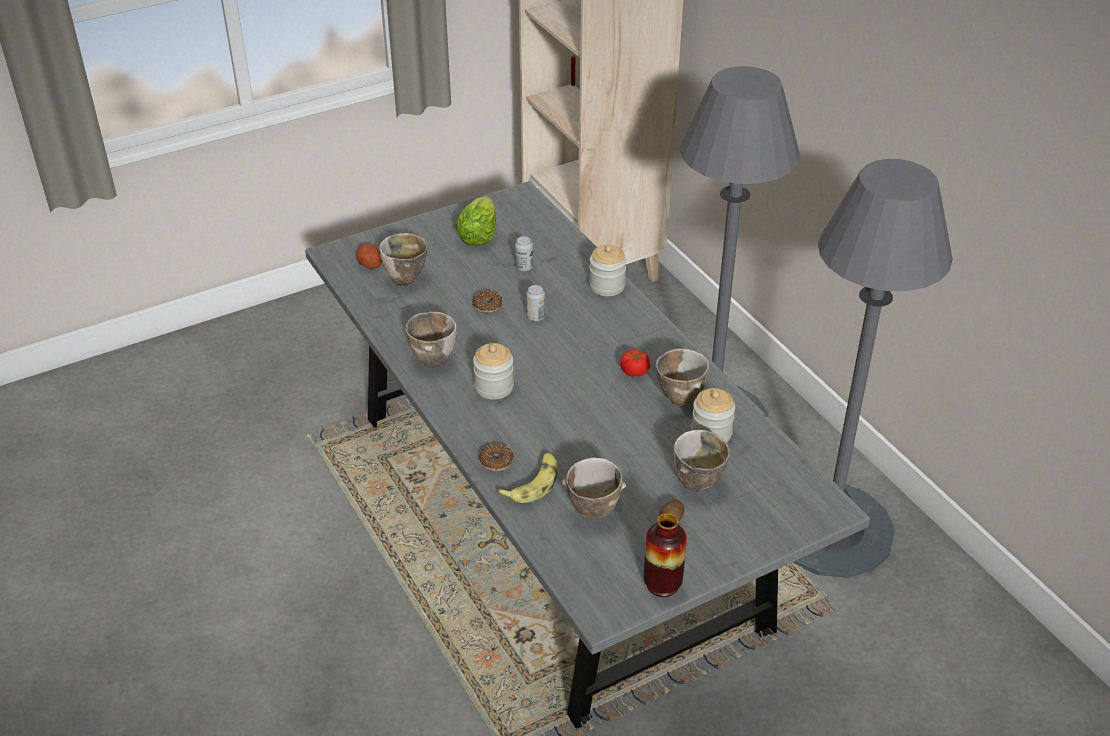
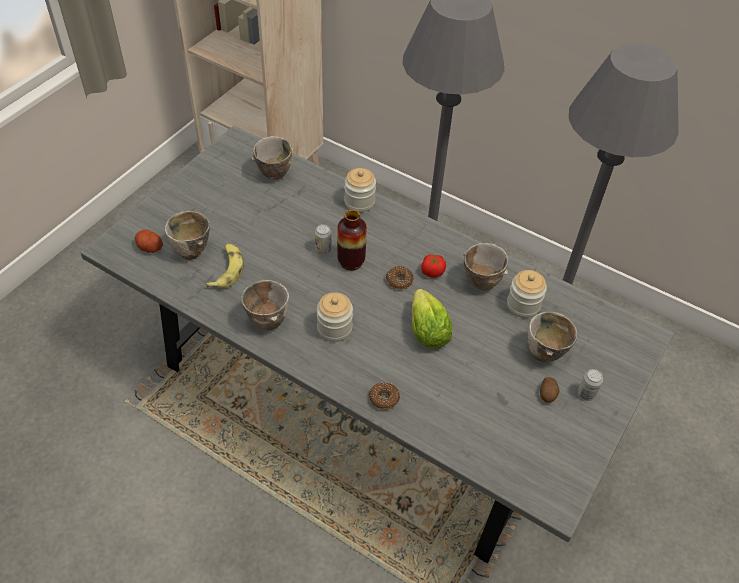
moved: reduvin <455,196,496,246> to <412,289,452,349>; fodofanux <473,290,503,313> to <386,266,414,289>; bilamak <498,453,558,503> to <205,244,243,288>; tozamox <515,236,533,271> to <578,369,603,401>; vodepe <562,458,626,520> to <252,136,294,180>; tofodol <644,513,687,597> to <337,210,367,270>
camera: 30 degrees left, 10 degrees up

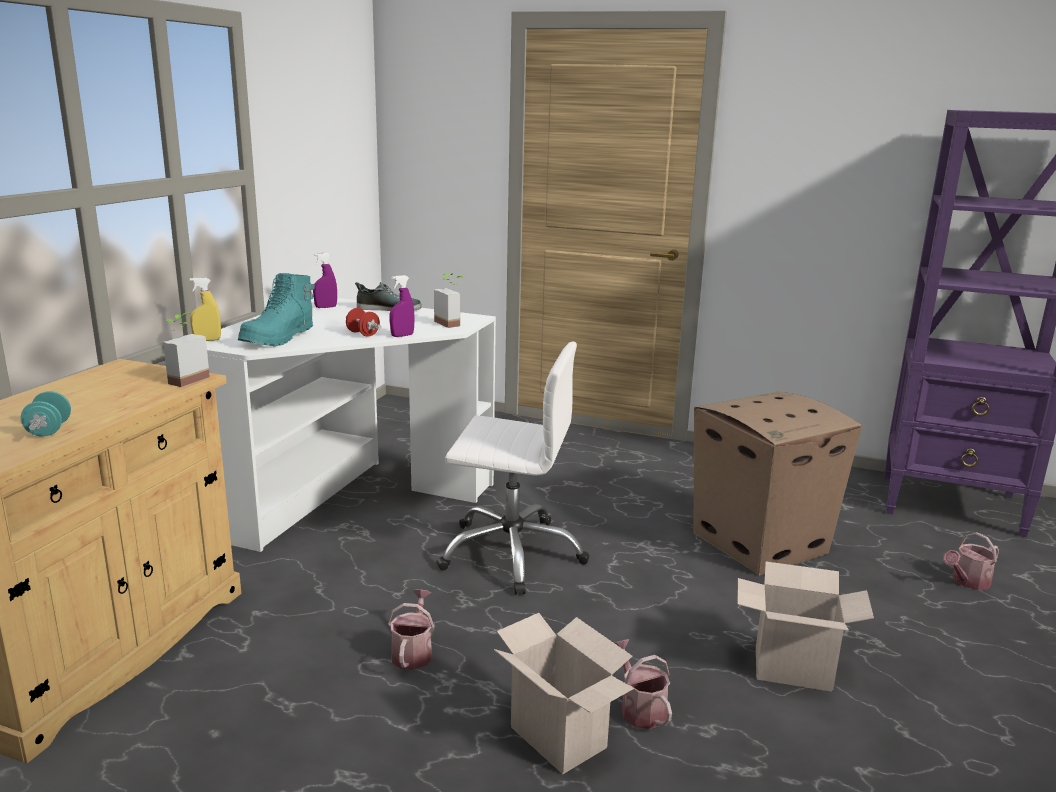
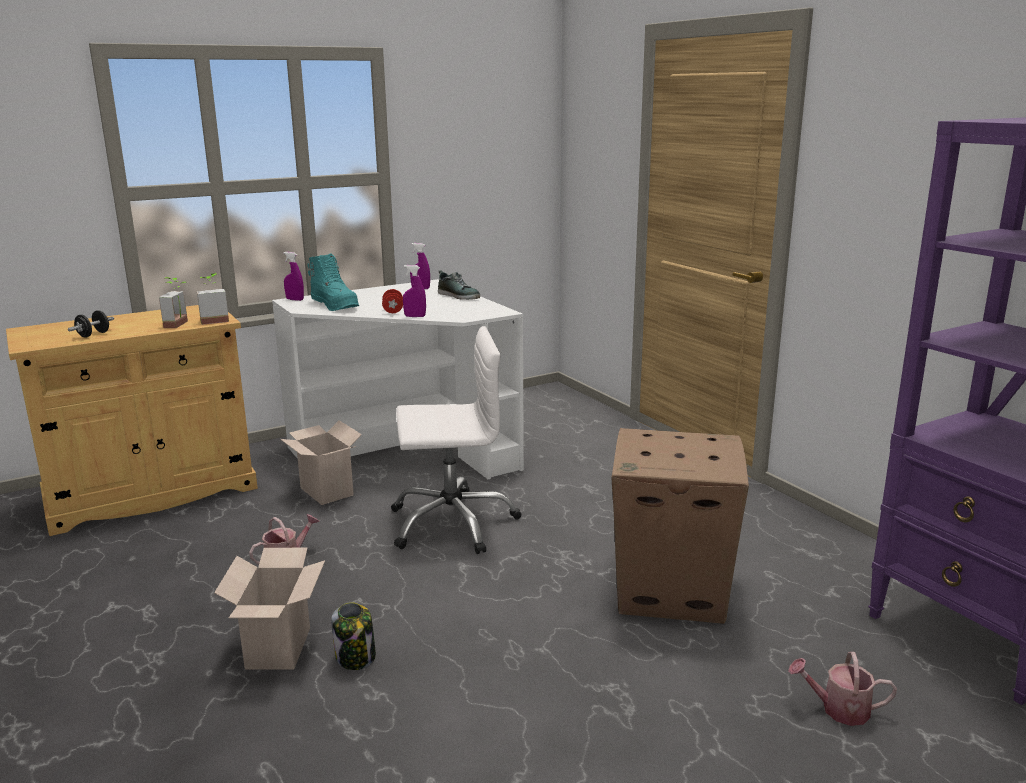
moved: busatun <434,274,464,328> to <159,277,188,328>; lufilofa <738,562,874,692> to <280,420,362,505>
replaced: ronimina <615,639,672,729> to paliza <331,602,376,670>
recoloured: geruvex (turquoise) <21,391,71,437> to geruvex (black) <68,310,114,338>; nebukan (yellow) <190,277,221,341> to nebukan (purple) <283,252,304,301>
turned: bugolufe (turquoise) <237,273,315,347> = <307,253,359,311> 105 degrees counterclockwise; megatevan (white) <436,342,589,595> = <391,326,522,554> 60 degrees counterclockwise
camera: 40 degrees right, 0 degrees up

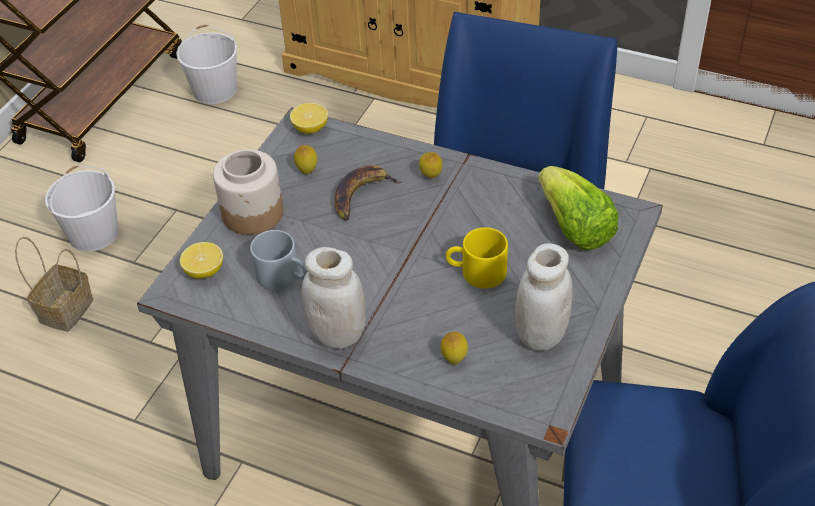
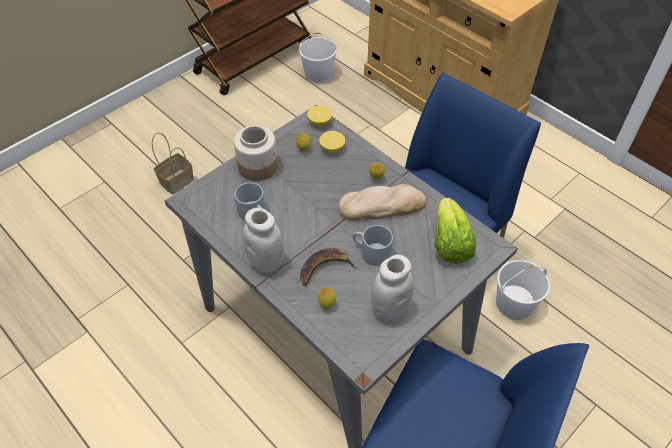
added: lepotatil <339,184,426,220>
moved: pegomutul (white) <45,165,119,252> to <496,260,550,320>; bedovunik <180,242,223,279> to <319,131,345,153>; bilamak <334,165,402,220> to <300,248,356,286>
recoloured: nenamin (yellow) <446,227,508,289> to nenamin (grey) <353,225,393,266>
camera: 20 degrees right, 5 degrees up

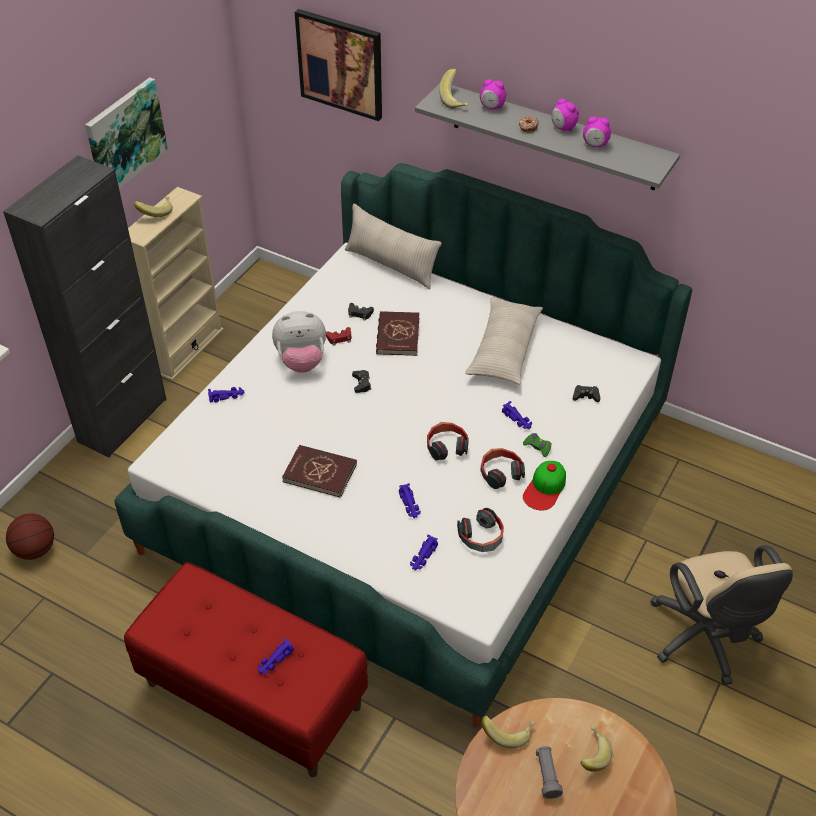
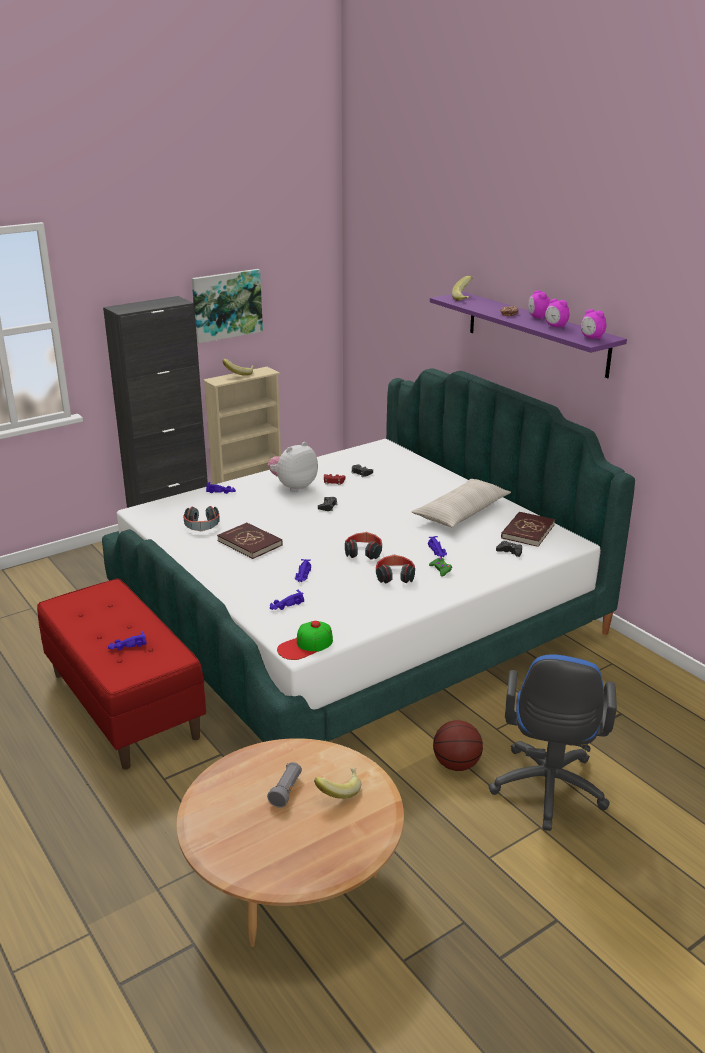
removed: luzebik <295,9,382,121>; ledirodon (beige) <345,204,442,289>; bilamak <482,716,535,748>
moved: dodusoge <6,514,54,560> to <433,720,483,771>; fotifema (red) <376,311,420,356> to <501,511,555,547>; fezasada <457,508,504,552> to <183,506,220,531>; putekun <480,79,506,110> to <581,309,606,339>; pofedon <523,461,566,511> to <277,621,333,660>
recoloured: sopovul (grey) <415,83,680,190> to sopovul (purple) <430,292,627,378>; megatevan (beige) <651,545,793,685> to megatevan (blue) <488,654,617,831>
turned: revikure <272,311,326,373> = <268,442,318,492> 120 degrees clockwise
camera: 25 degrees right, 20 degrees down

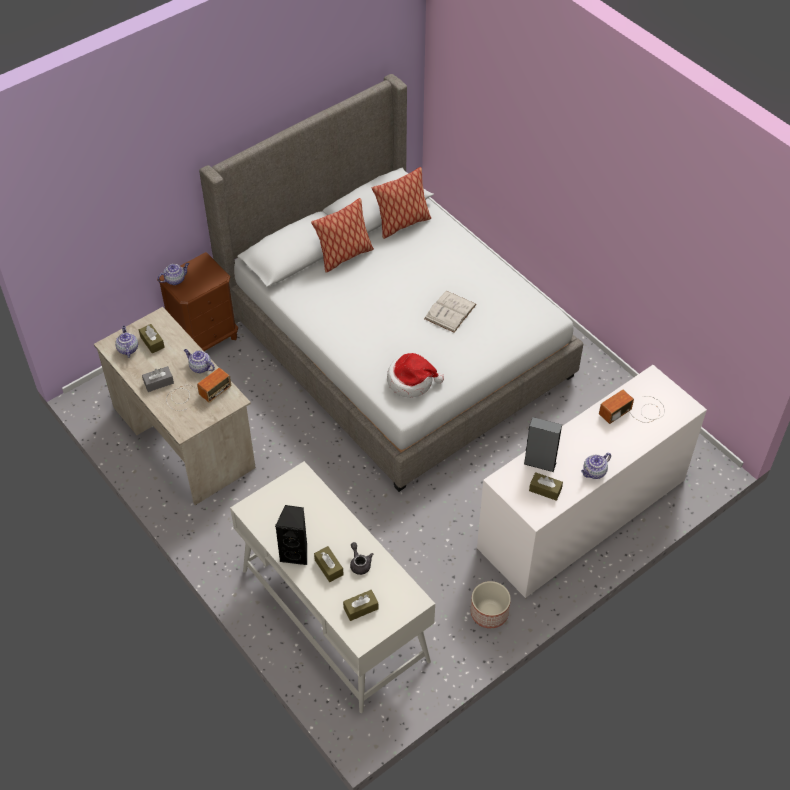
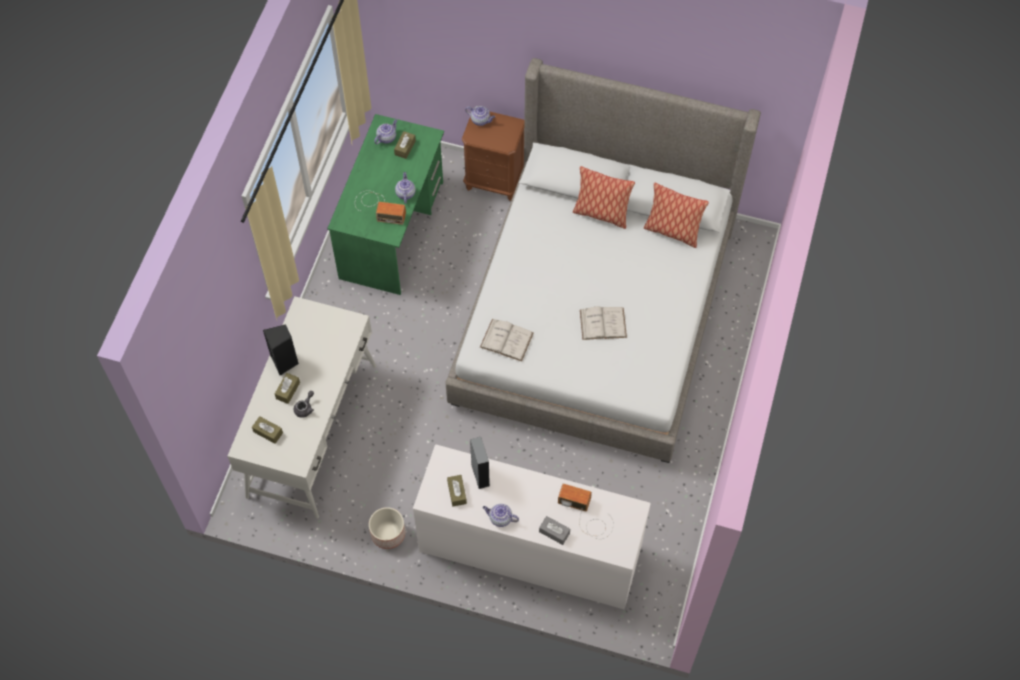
moved: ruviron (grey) <142,366,174,392> to <539,516,570,545>
replaced: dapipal <387,353,444,398> to fotifema (white) <480,319,534,361>
recoloured: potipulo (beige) <94,307,256,505> to potipulo (green) <327,114,444,295>
camera: 55 degrees right, 10 degrees up

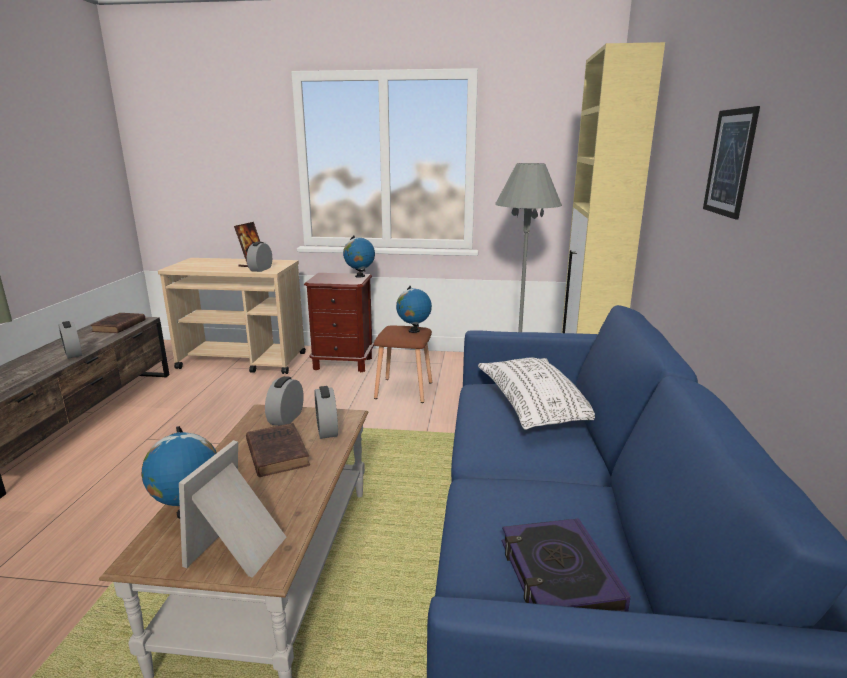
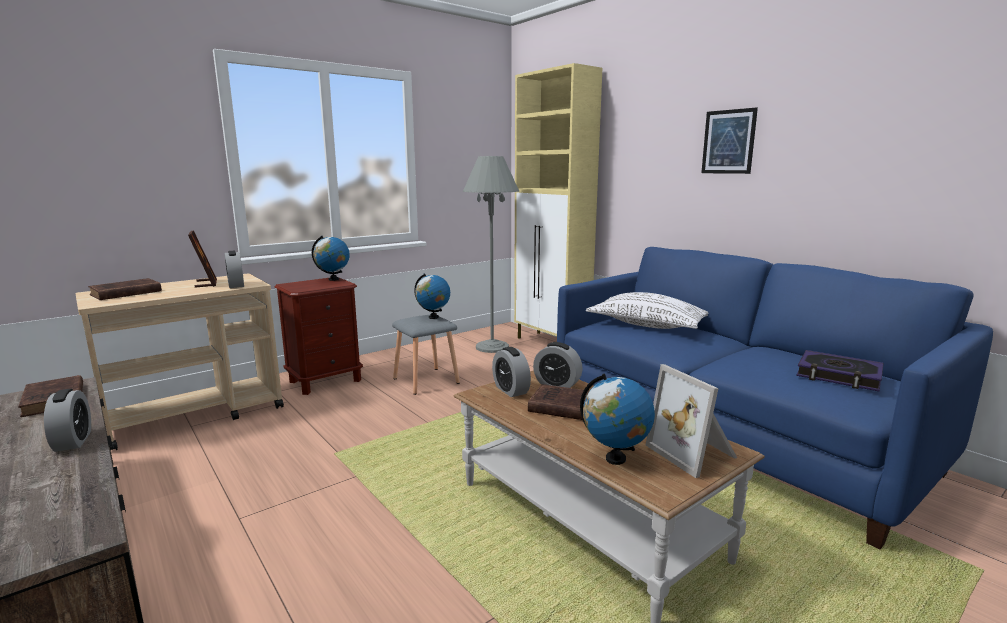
added: fotifema (brown) <88,278,162,300>
recoloured: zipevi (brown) <374,326,432,403> to zipevi (grey) <392,314,460,395>
turned: putekun <59,321,82,359> = <44,389,91,452> 120 degrees counterclockwise
camera: 45 degrees left, 5 degrees down

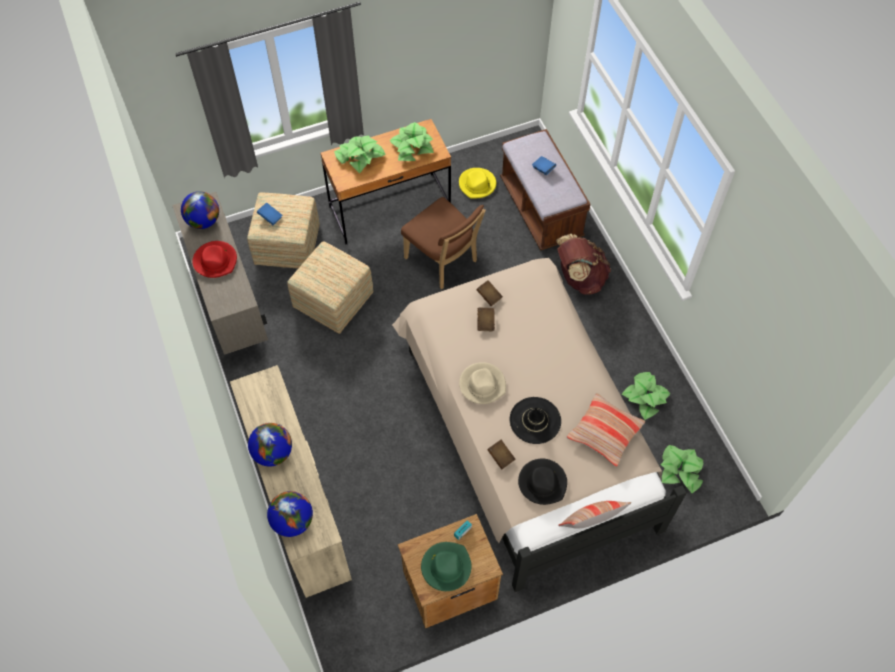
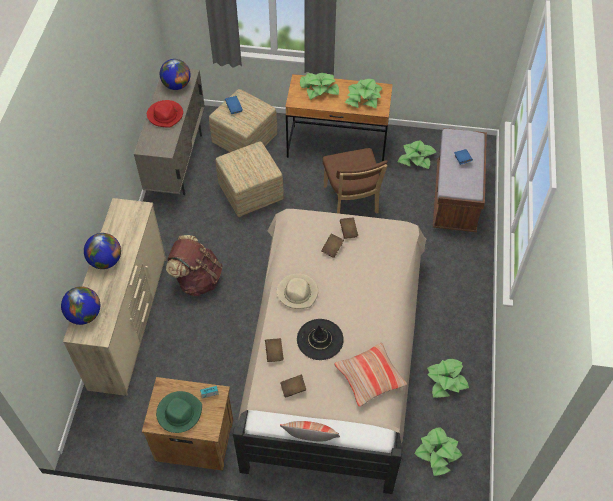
moved: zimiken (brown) <556,234,611,295> to <166,235,223,296>
replaced: dapipal (yellow) <459,168,496,199> to busatun <398,140,436,169>; dapipal (black) <518,459,567,505> to fotifema (brown) <280,375,306,397>
camera: 30 degrees right, 5 degrees down

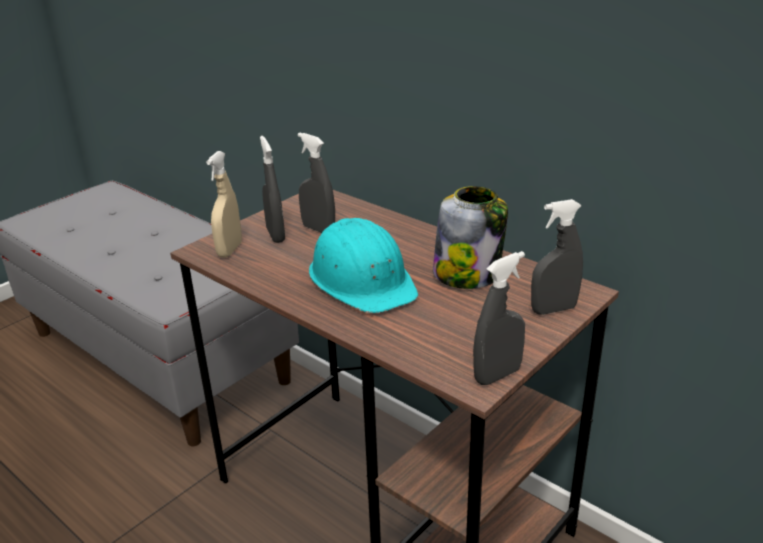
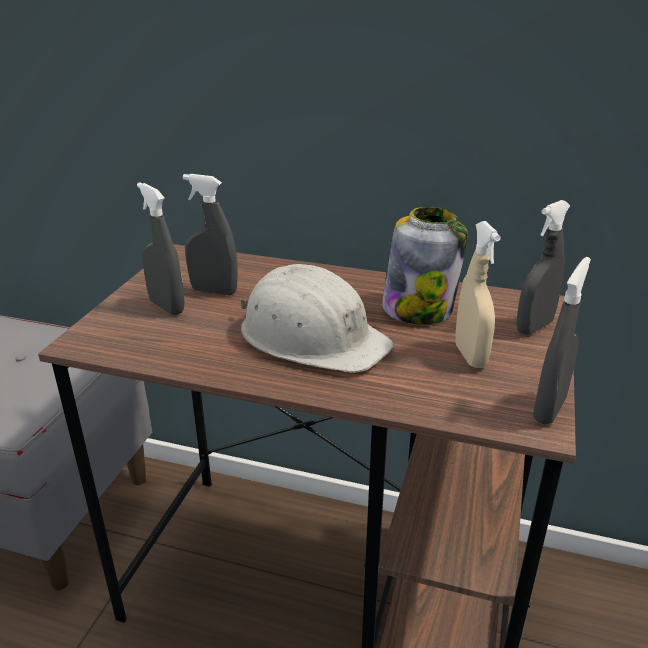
moved: nebukan (beige) <206,151,242,257> to <455,221,501,368>
recoloured: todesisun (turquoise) <309,218,418,313> to todesisun (white) <240,264,393,373>
camera: 25 degrees left, 0 degrees up

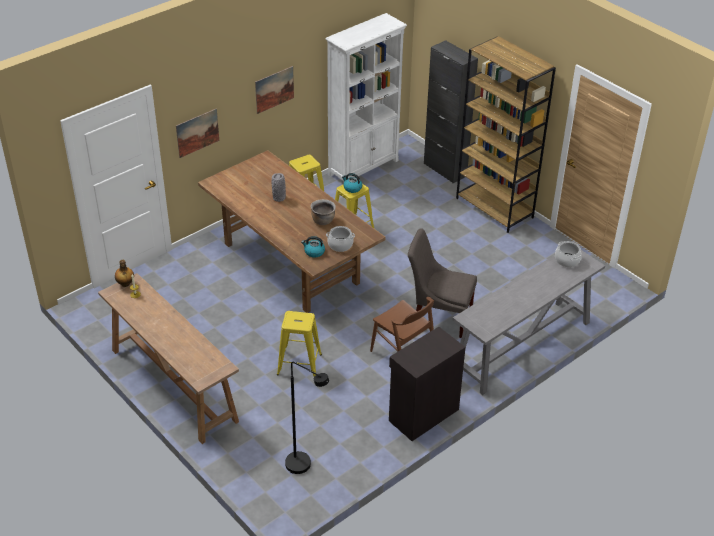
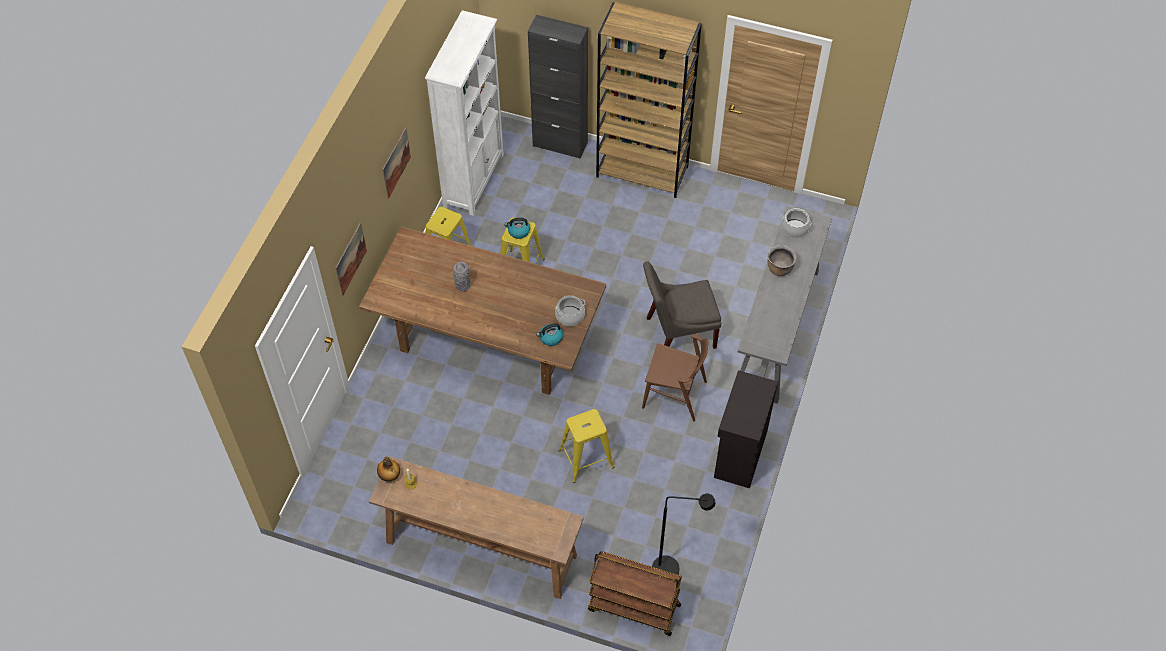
added: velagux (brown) <588,551,682,636>
moved: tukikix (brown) <311,199,336,225> to <767,245,797,276>
camera: 30 degrees left, 15 degrees up

